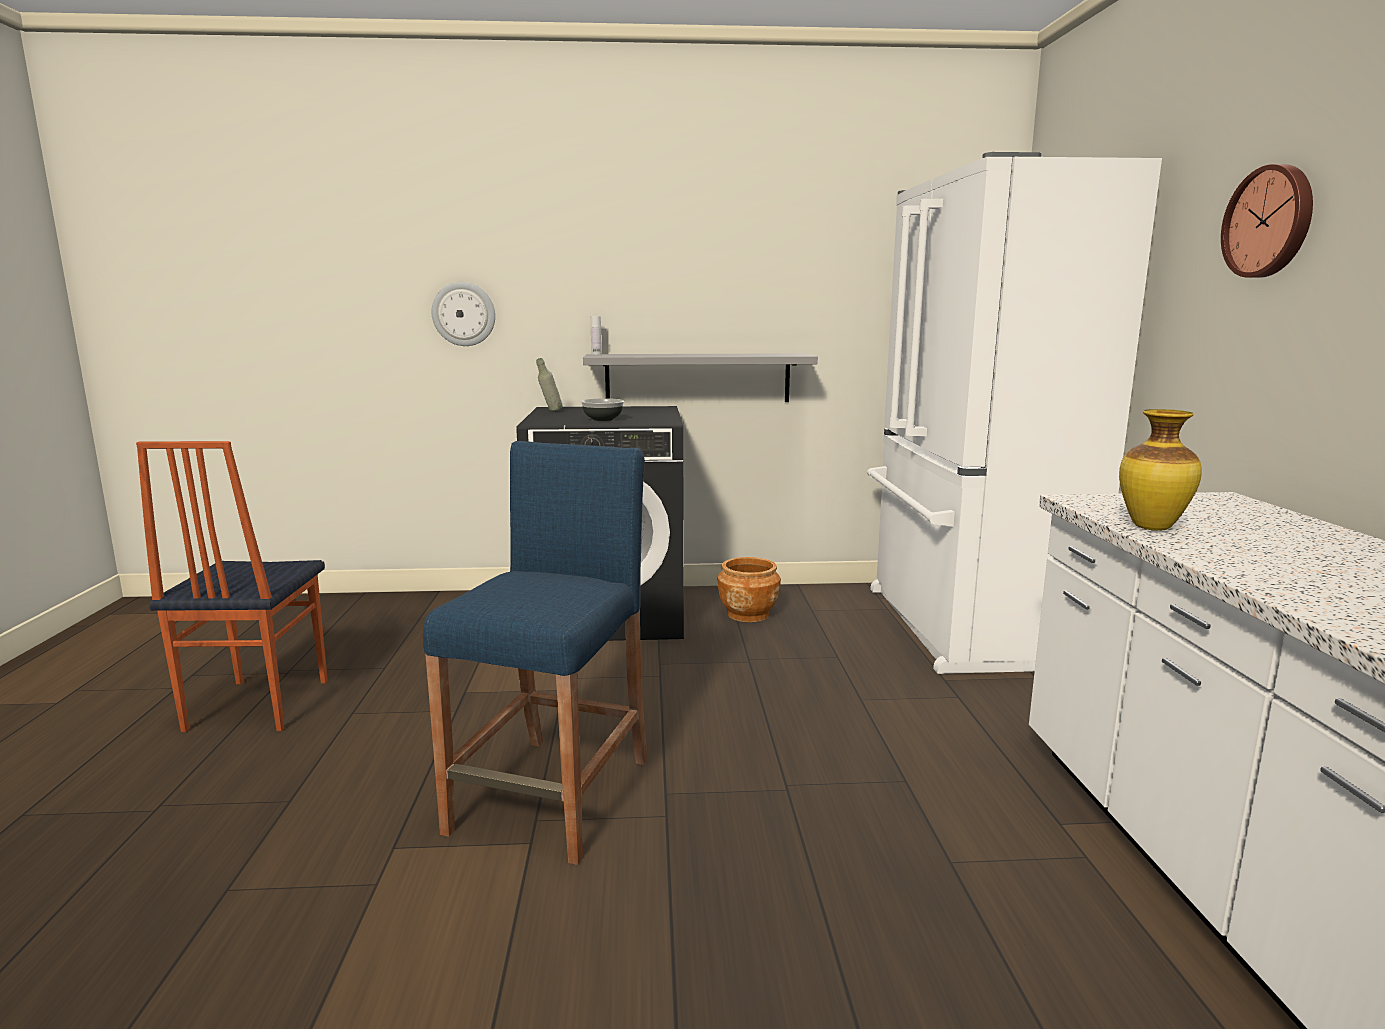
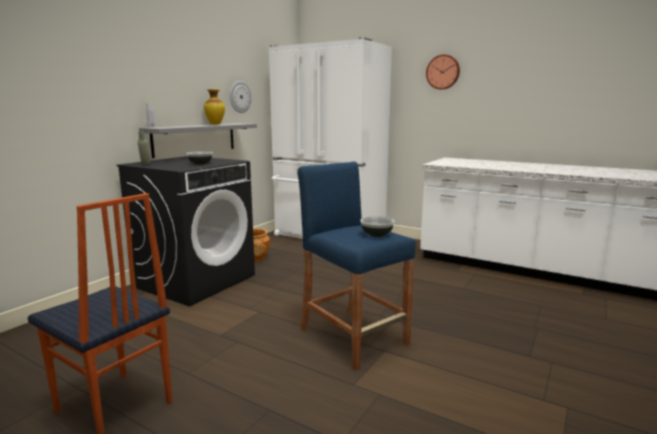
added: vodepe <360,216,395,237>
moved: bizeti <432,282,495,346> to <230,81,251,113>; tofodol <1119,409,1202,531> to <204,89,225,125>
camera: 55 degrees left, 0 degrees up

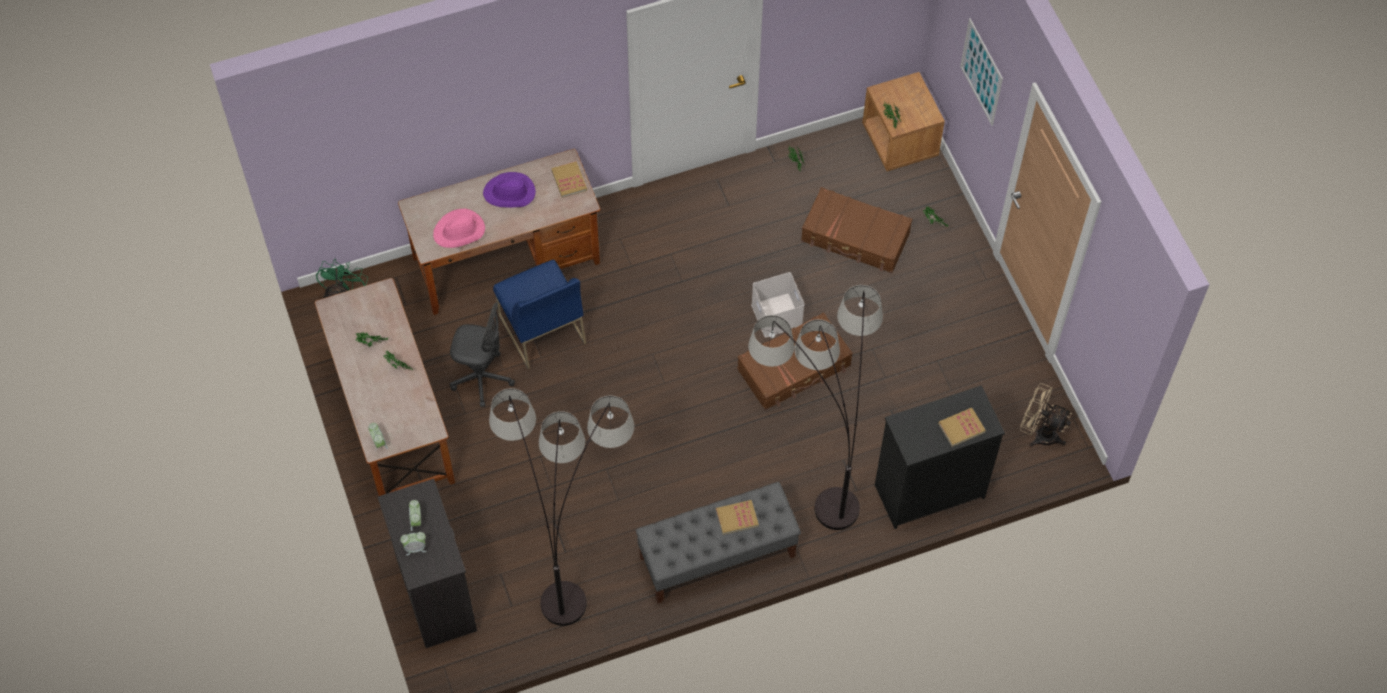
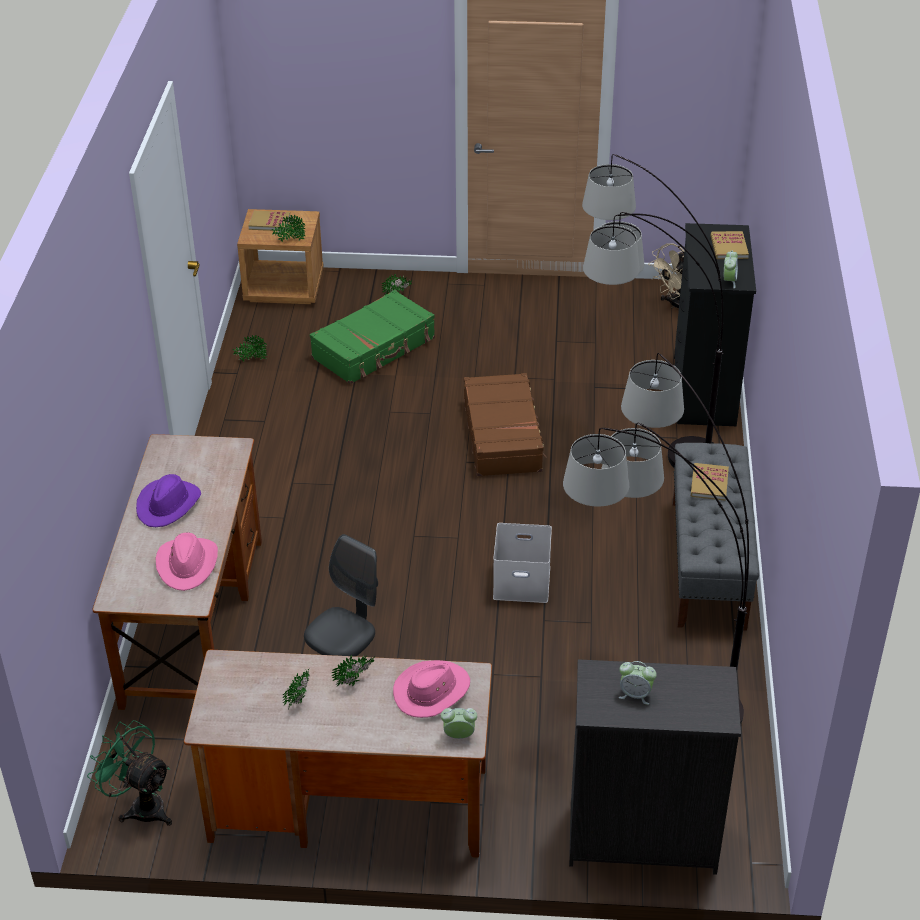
removed: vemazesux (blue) <493,260,586,369>; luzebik <960,18,1003,126>
added: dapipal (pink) <393,660,470,718>
moved: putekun <400,532,427,556> to <724,251,738,289>; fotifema <551,161,587,198> to <248,211,290,231>; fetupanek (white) <751,272,805,337> to <493,523,552,603>
recoloured: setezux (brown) <801,187,912,273> to setezux (green) <310,290,435,384>
camera: 65 degrees left, 20 degrees down

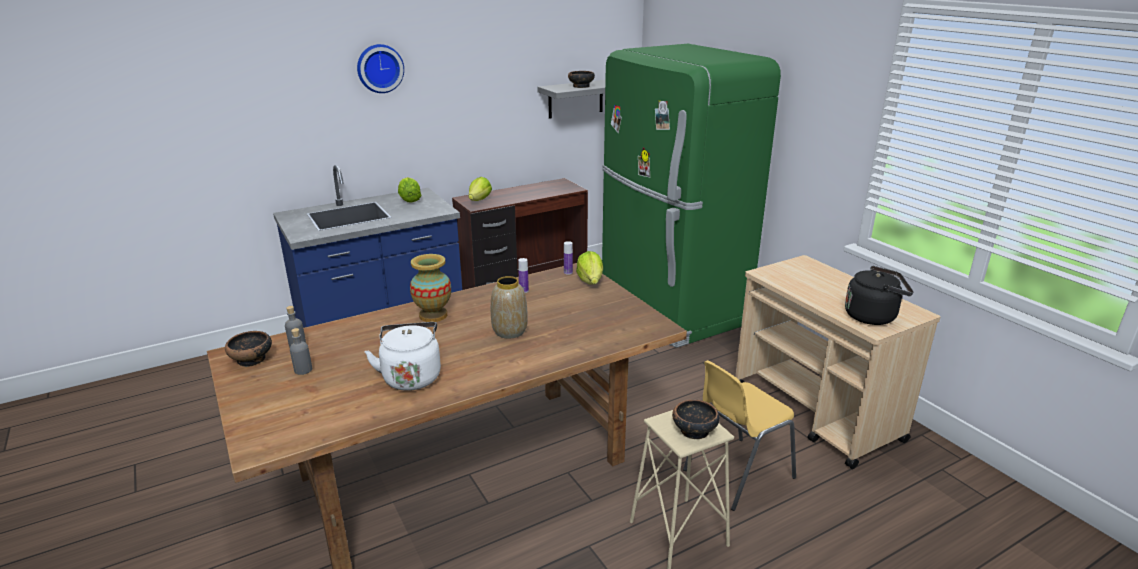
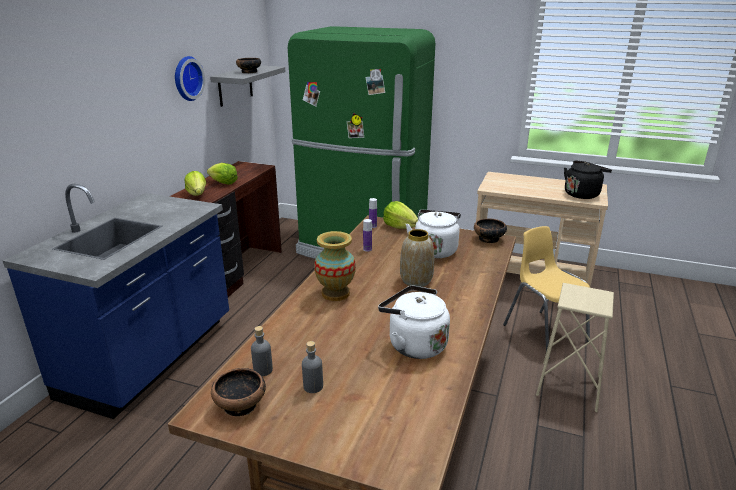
added: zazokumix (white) <406,210,461,258>
moved: bizeti <357,44,404,93> to <175,56,205,101>; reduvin <398,177,421,203> to <207,163,238,185>; vodepe <672,400,720,439> to <474,218,507,243>
turned: vemazesux (yellow) <683,360,796,511> = <503,226,590,359> 135 degrees clockwise
camera: 40 degrees left, 0 degrees up

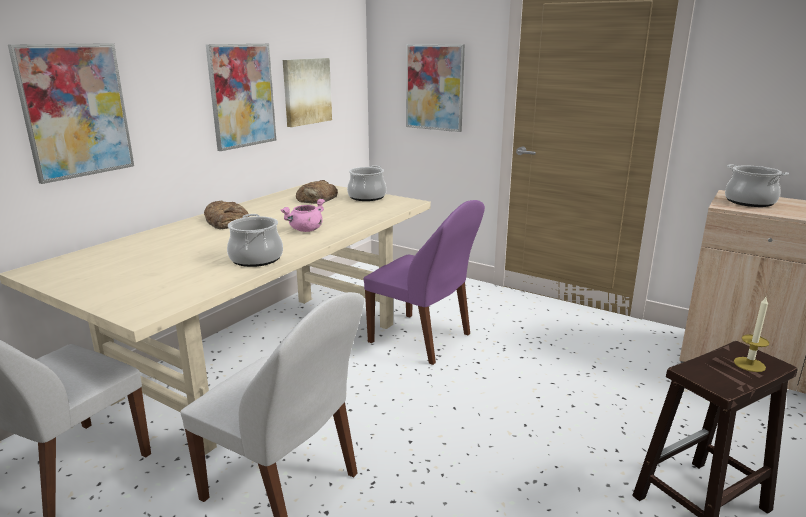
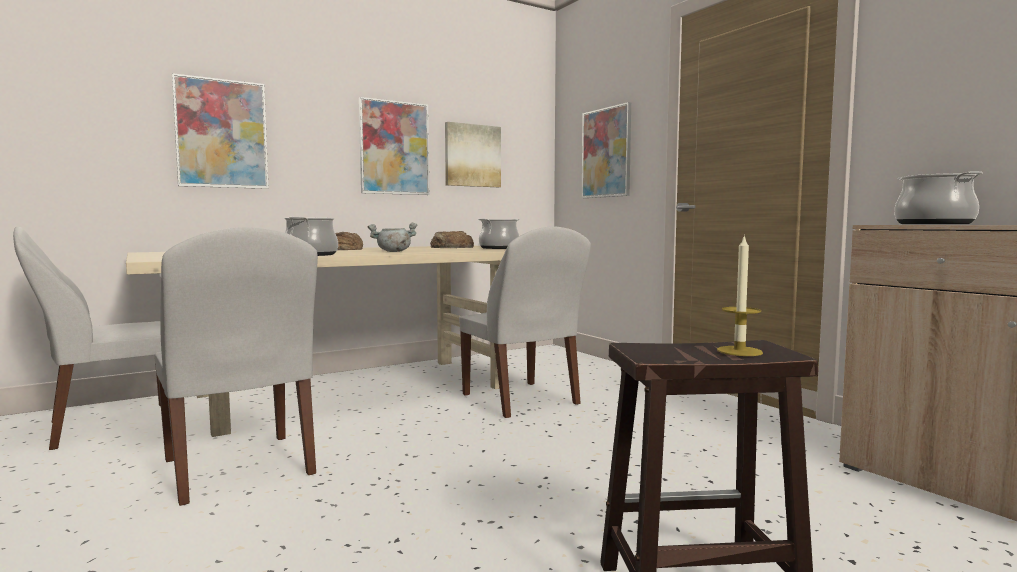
recoloured: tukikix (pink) <281,199,325,232> to tukikix (grey) <367,223,417,252>; vemazesux (purple) <364,200,485,365> to vemazesux (white) <459,226,591,418>
camera: 25 degrees right, 15 degrees down

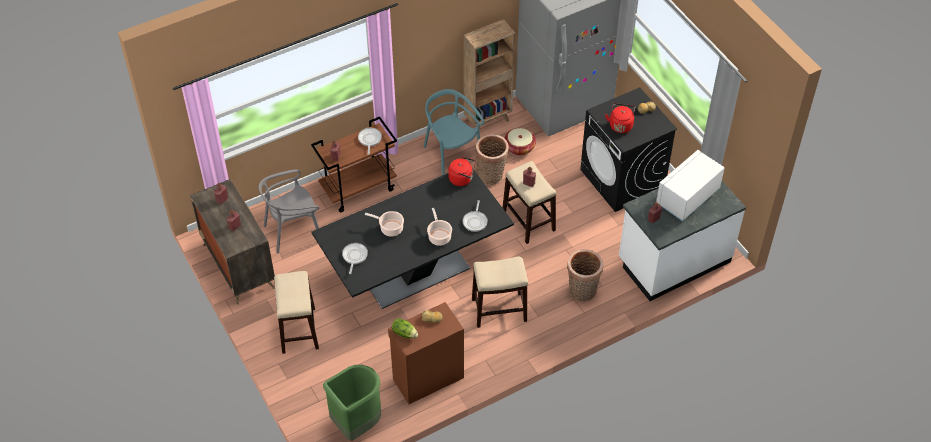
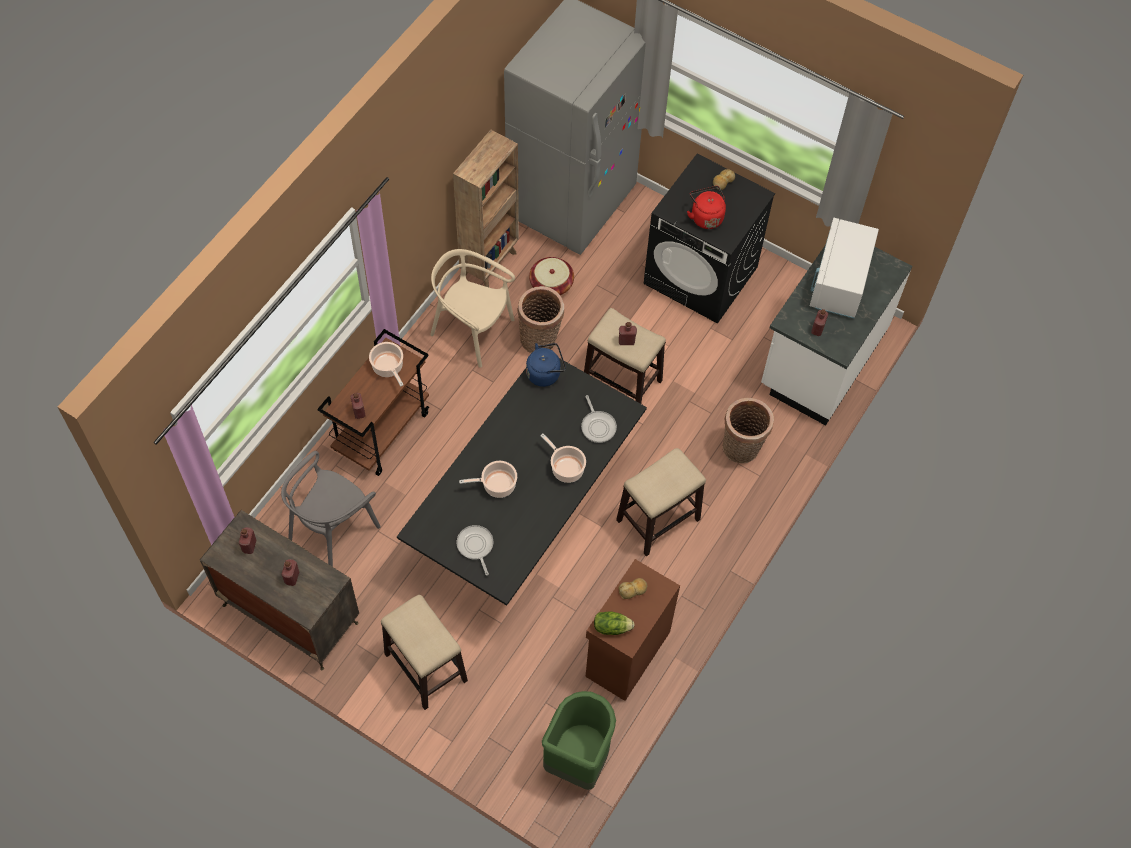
replaced: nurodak <358,128,382,155> to tukikix <369,342,404,386>
recoloured: vemazesux (turquoise) <424,89,484,175> to vemazesux (beige) <430,249,515,368>; zazokumix (red) <448,156,476,186> to zazokumix (blue) <526,343,566,387>
camera: 30 degrees left, 10 degrees up

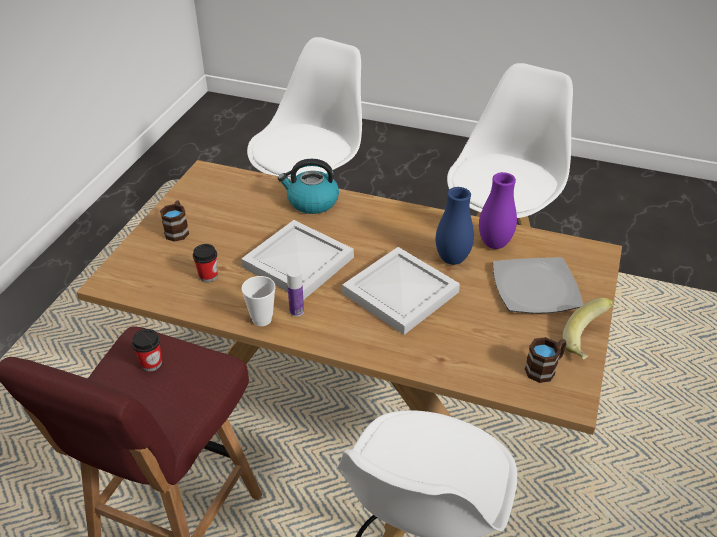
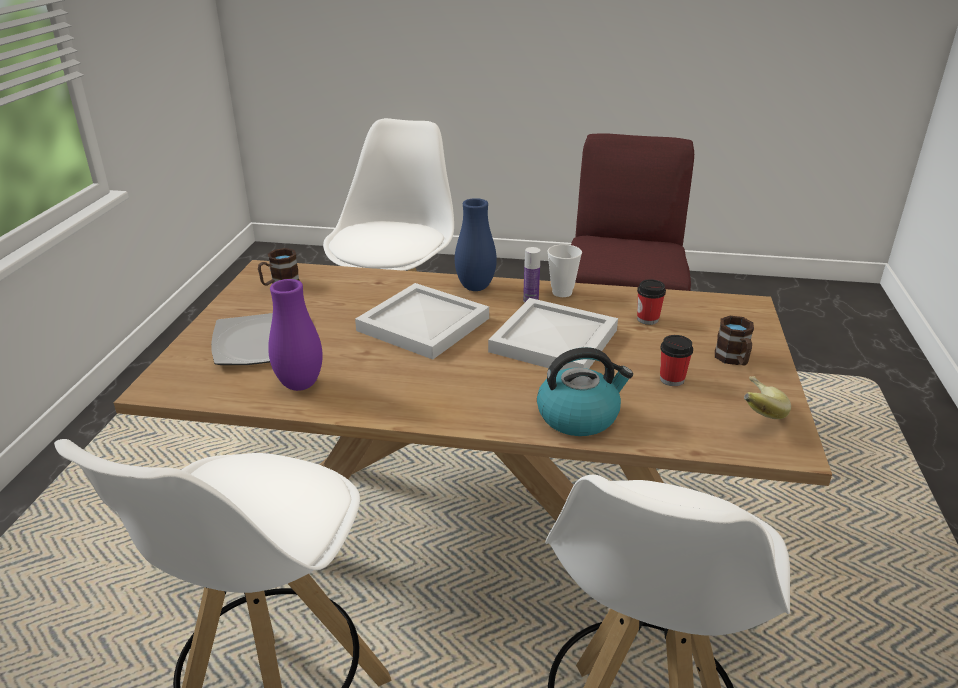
moved: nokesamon <132,329,162,371> to <660,335,693,386>; tofodol (blue) <436,187,474,265> to <455,198,497,291>; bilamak <562,297,614,360> to <744,376,791,419>
camera: 170 degrees right, 10 degrees down

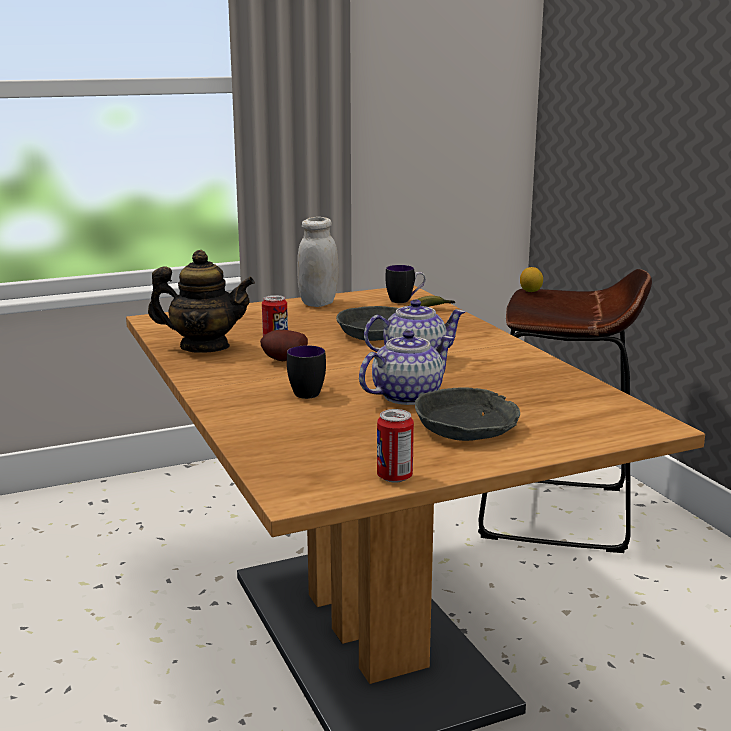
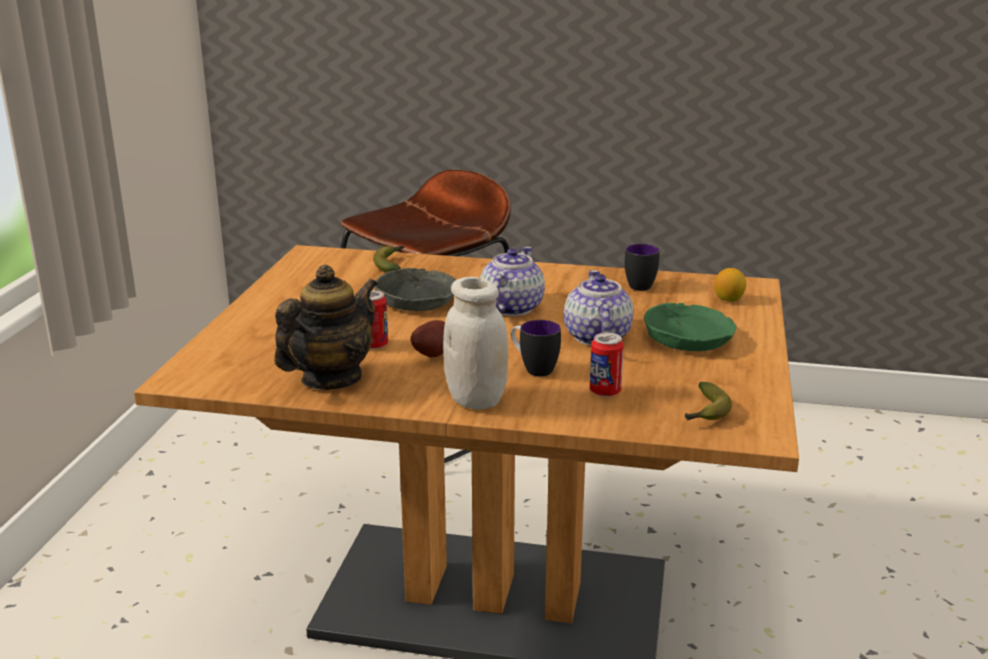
added: bilamak <685,382,732,420>
moved: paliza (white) <297,217,339,307> to <443,277,508,410>; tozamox <377,409,414,483> to <590,332,624,397>; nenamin <385,265,426,303> to <625,244,659,291>; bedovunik <520,267,543,292> to <714,268,746,302>
recoloured: vodepe (grey) <415,387,520,441> to vodepe (green) <644,303,737,351>
camera: 55 degrees left, 5 degrees up

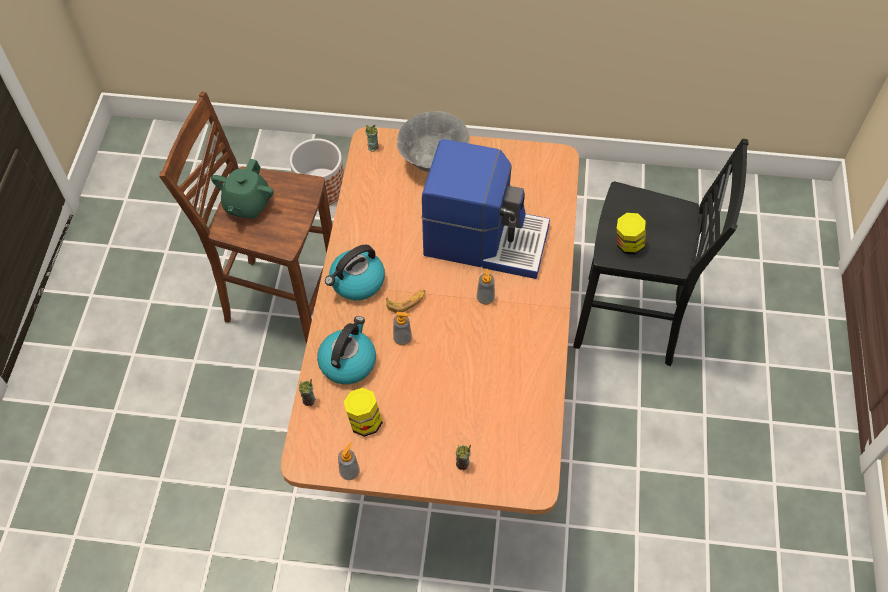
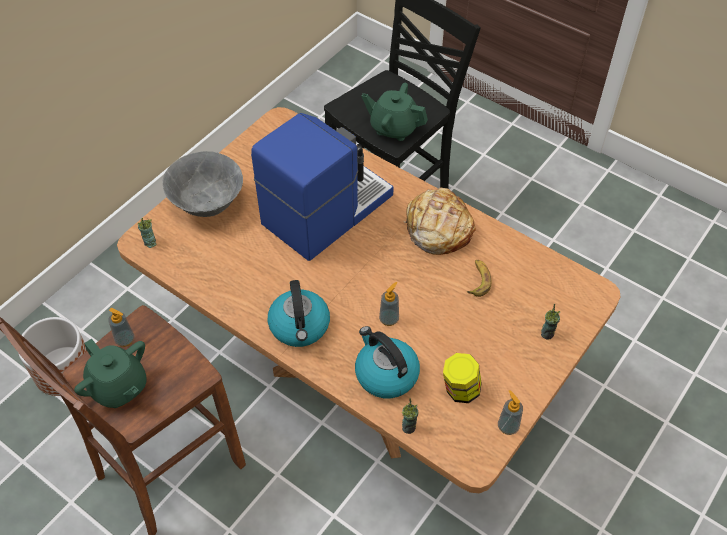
added: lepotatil <404,188,476,255>
moved: bilamak <386,290,425,313> to <467,260,491,297>; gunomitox <477,269,495,305> to <108,308,134,347>
replaced: paliza <617,213,646,254> to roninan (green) <362,83,428,141>
camera: 60 degrees left, 5 degrees down

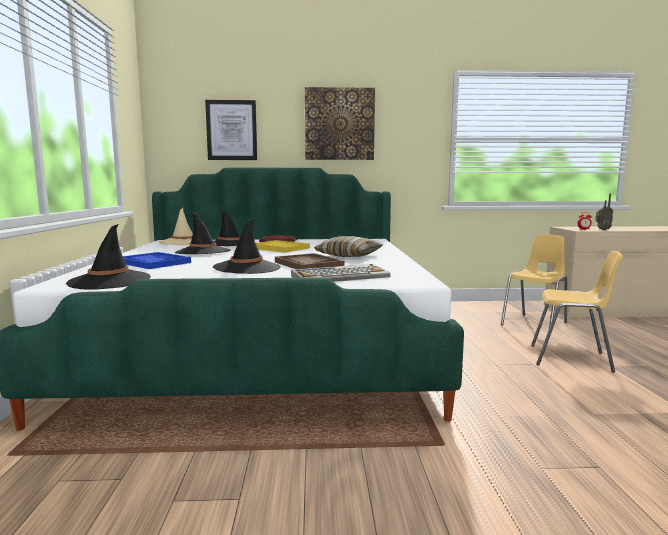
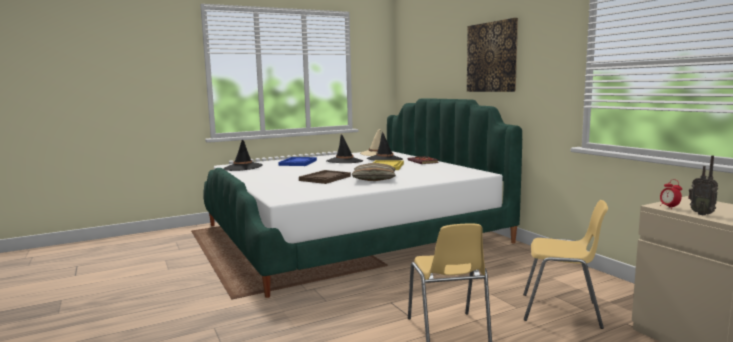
removed: luzebik <205,100,257,160>; dapipal (black) <213,218,280,274>; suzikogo <291,264,391,282>
camera: 65 degrees right, 0 degrees up

